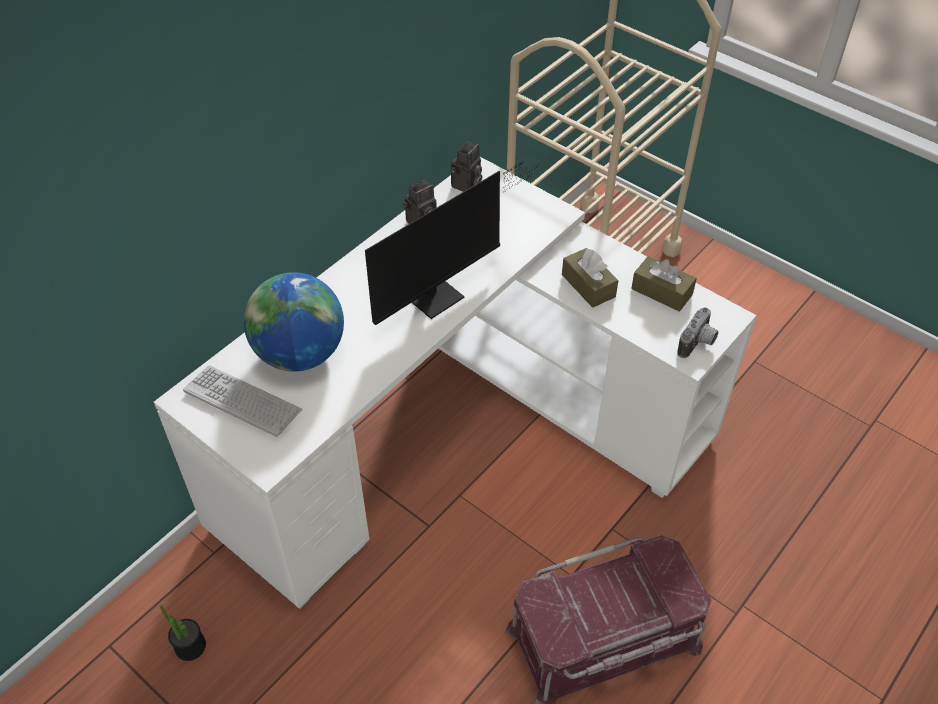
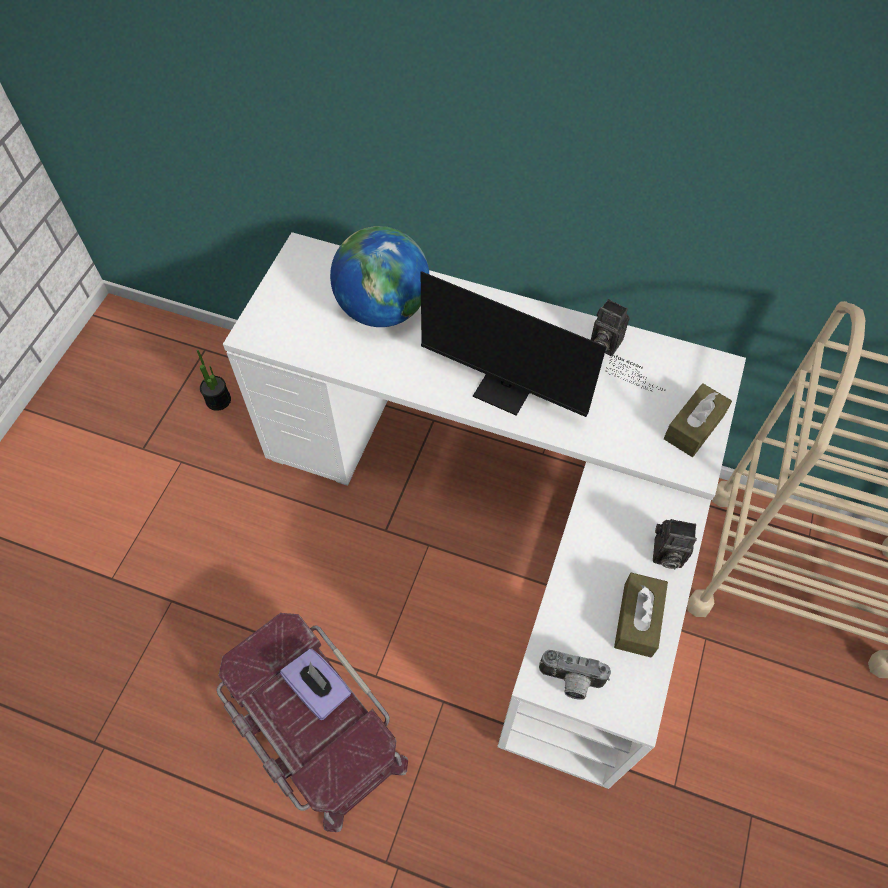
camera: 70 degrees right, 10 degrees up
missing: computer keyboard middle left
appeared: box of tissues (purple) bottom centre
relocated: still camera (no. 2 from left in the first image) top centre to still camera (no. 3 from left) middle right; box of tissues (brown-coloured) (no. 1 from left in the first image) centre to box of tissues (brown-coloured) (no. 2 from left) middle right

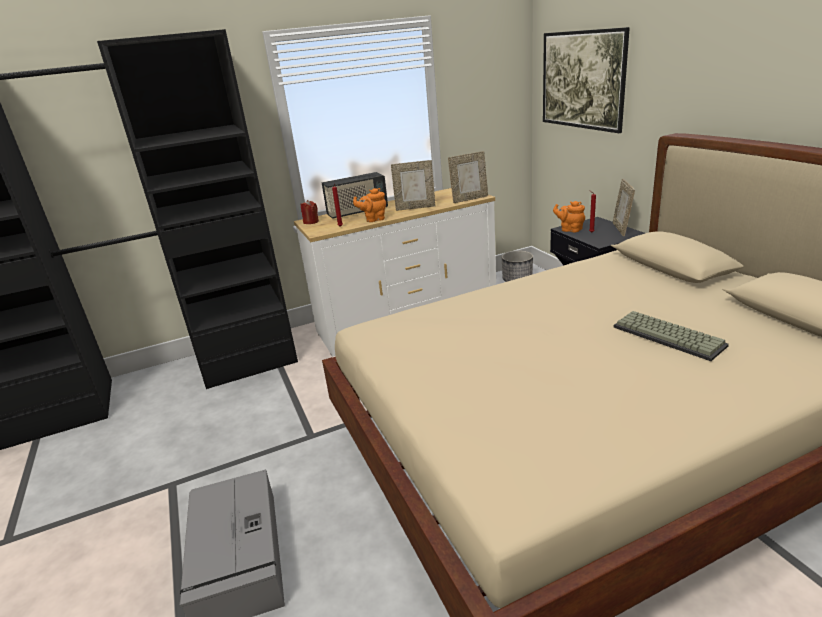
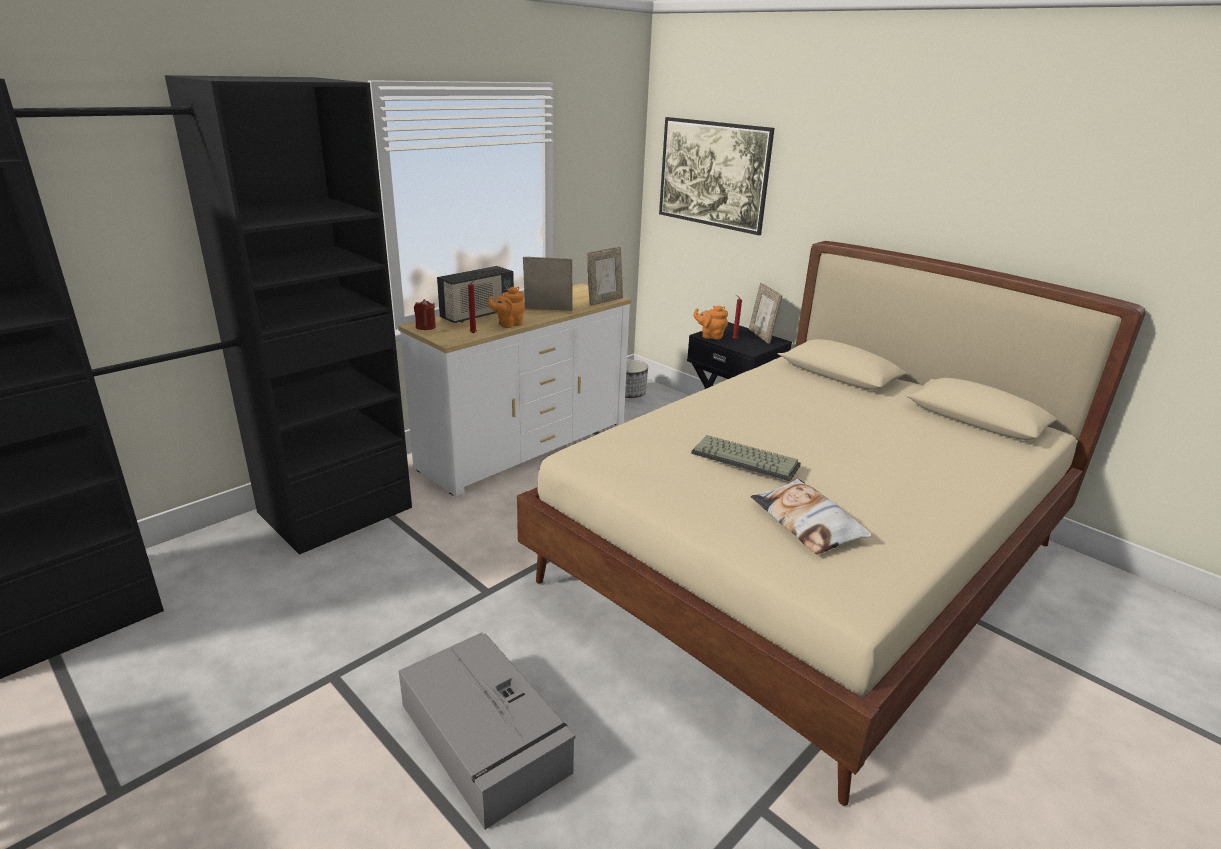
camera: 25 degrees left, 0 degrees up
appeared: pillow centre
relocated: computer keyboard middle right to centre
spun: picture frame (no. 1 from left) top centre = centre 150 degrees counterclockwise

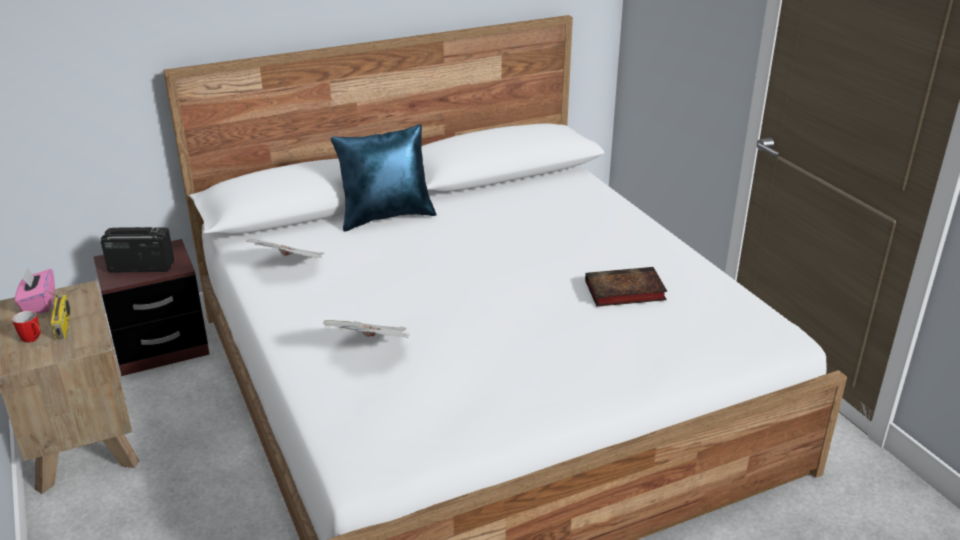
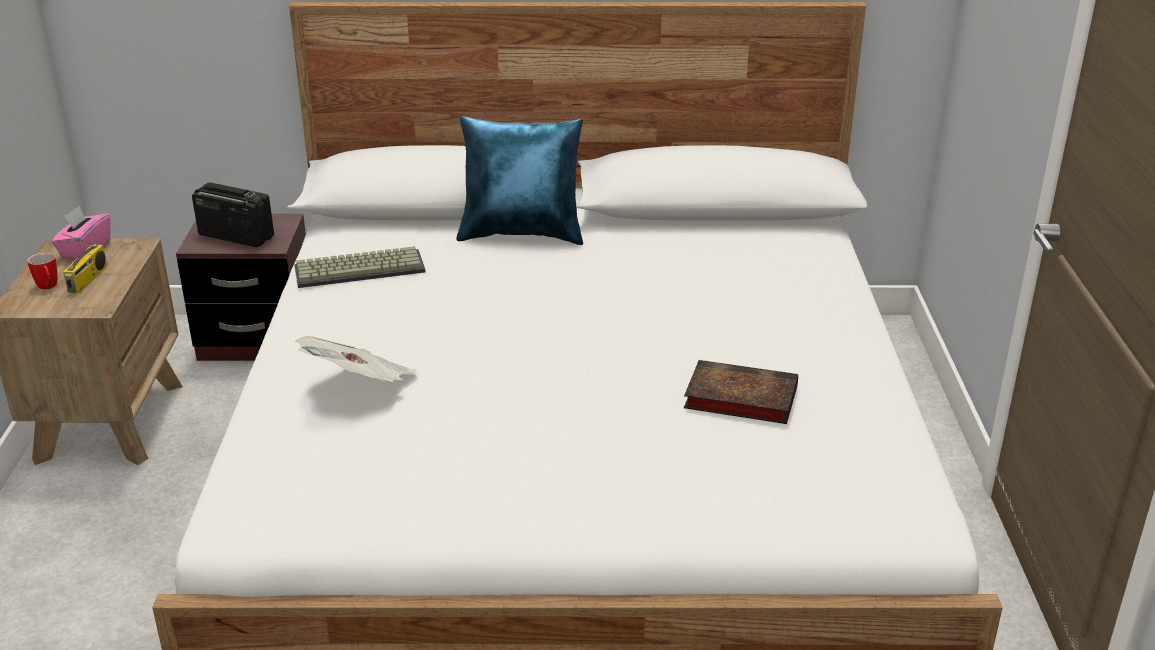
camera: 25 degrees right, 0 degrees up
exchanged: daily paper (no. 1 from left) middle left to computer keyboard middle left

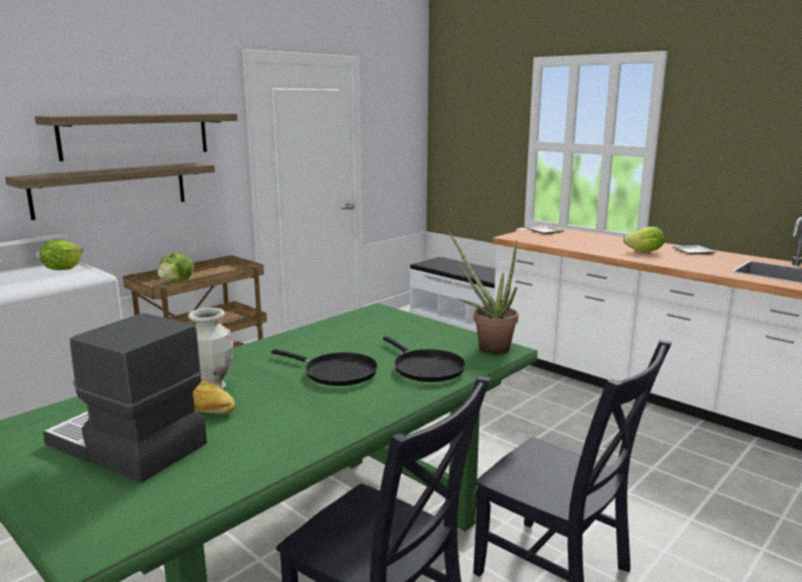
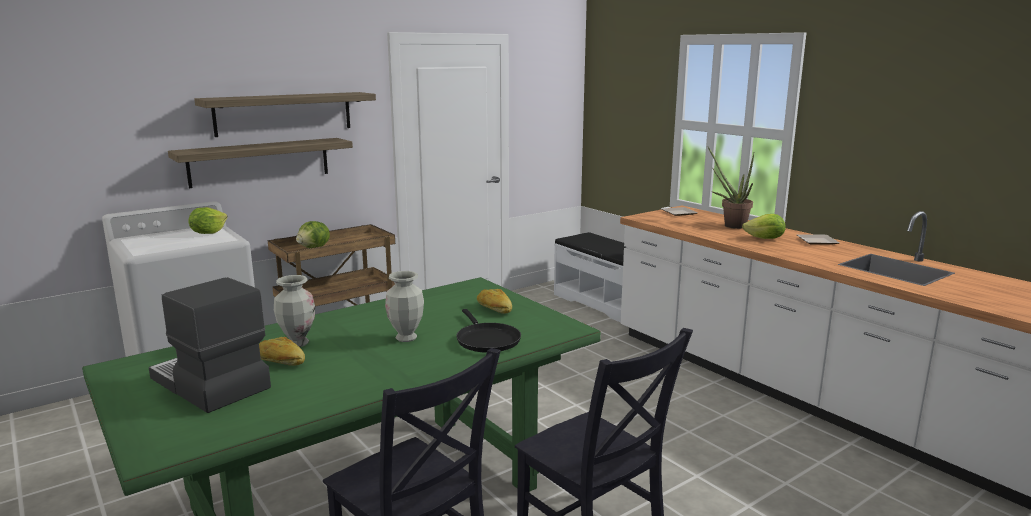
camera: 10 degrees right, 0 degrees up
appeared: bread (no. 2 from left) centre
relocated: plant in a pot centre to middle right
exchanged: pan (blackish) (no. 1 from left) centre to flower vase (no. 2 from left) centre

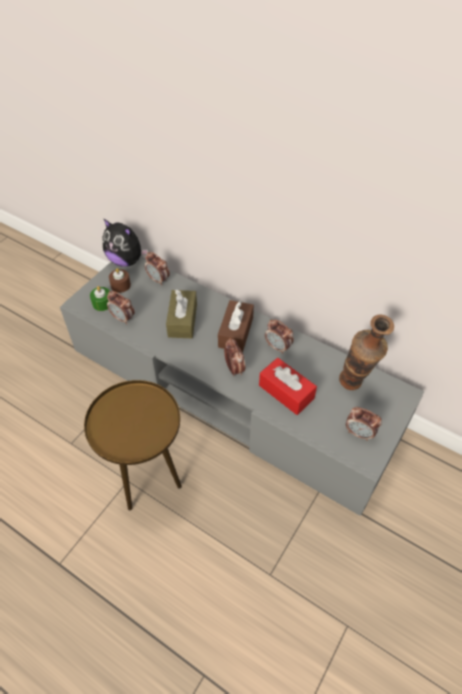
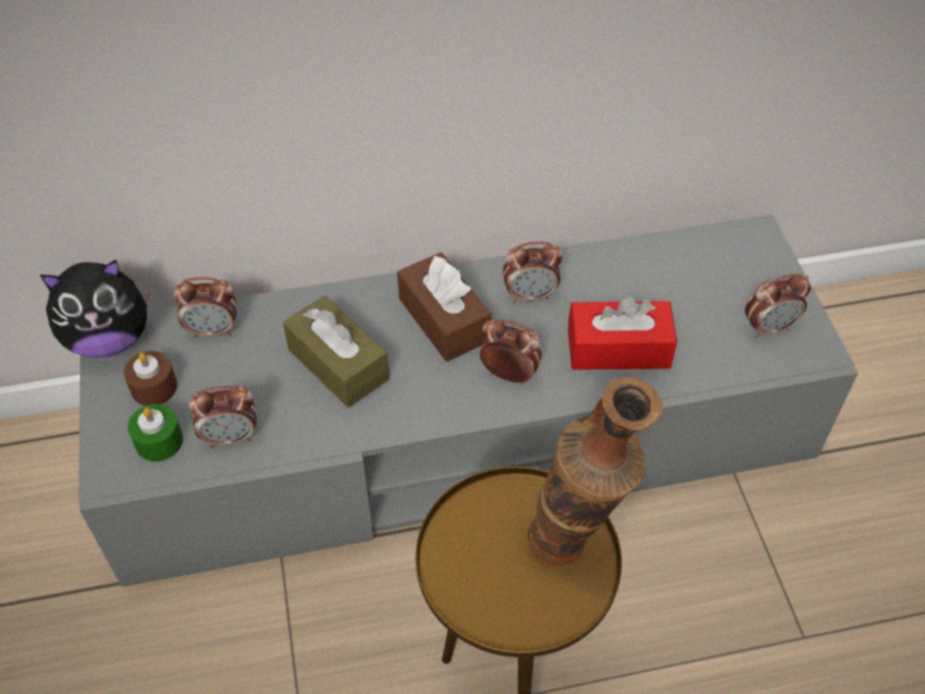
camera: 45 degrees left, 0 degrees up
relocated: flower vase middle right to bottom centre

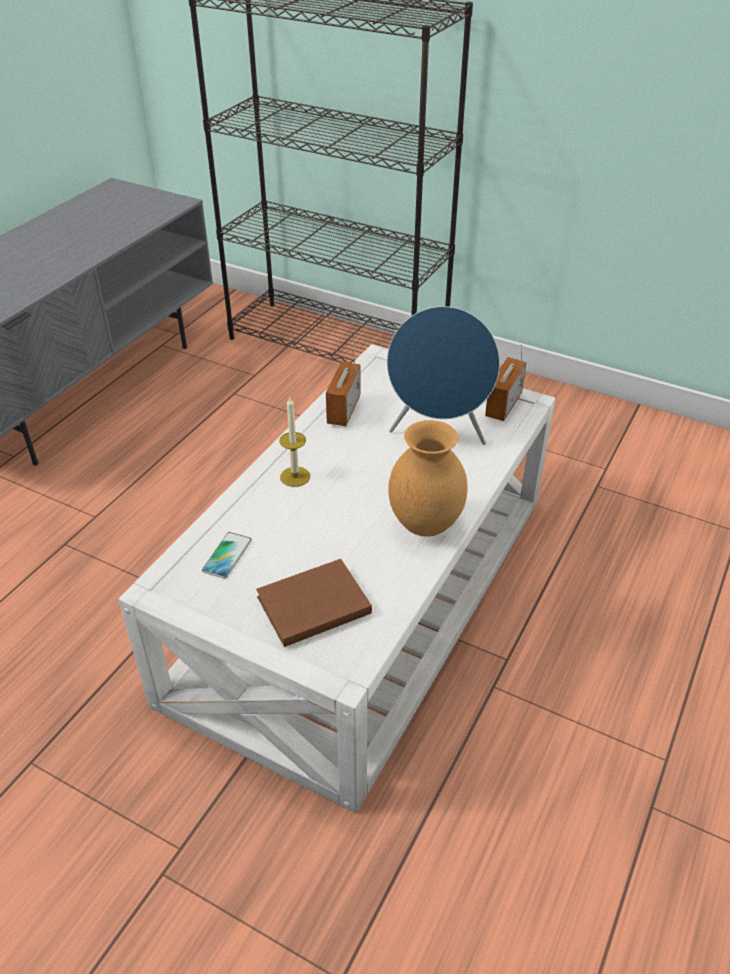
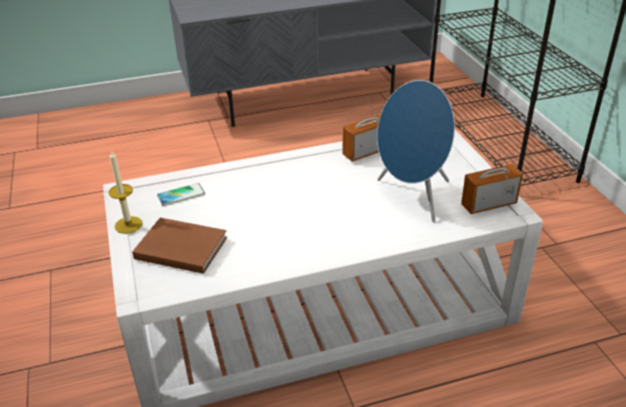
camera: 45 degrees right, 5 degrees down
missing: flower vase (brown-coloured) centre
relocated: wax candle centre to middle left

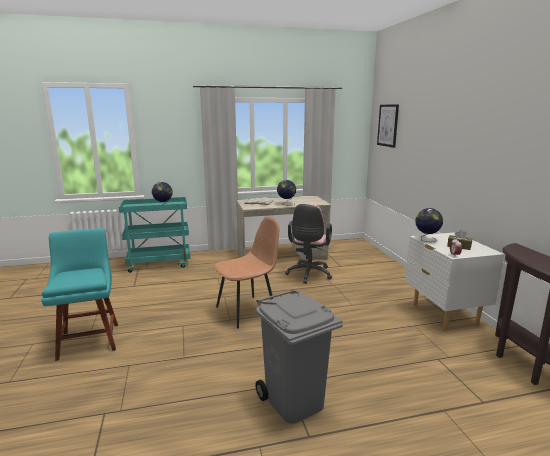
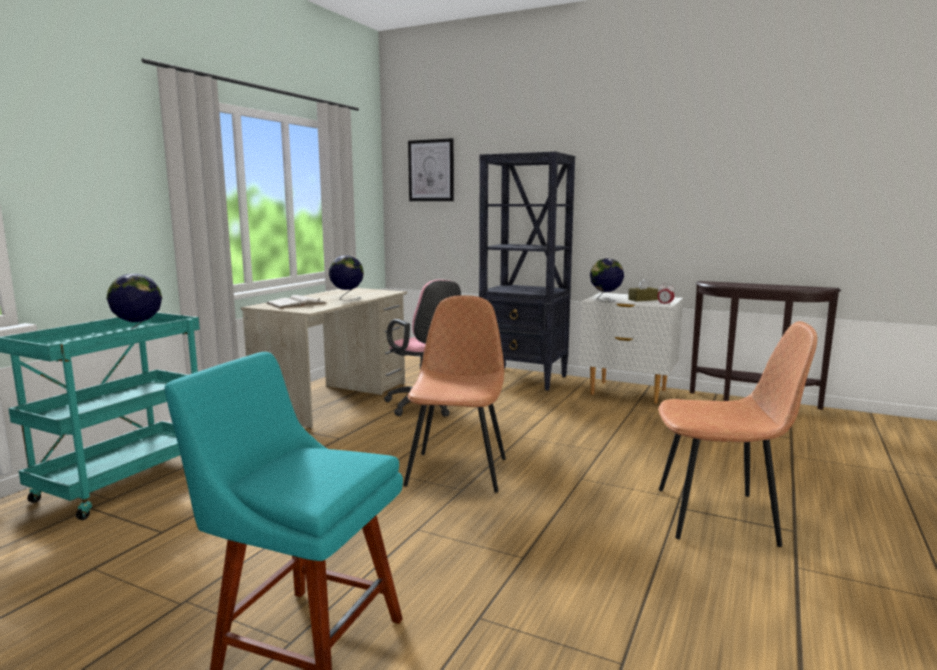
camera: 50 degrees left, 5 degrees down
appeared: bookcase (blackish) centre
exchanged: waste bin (grey) bottom centre to chair (brown-coloured) (no. 2 from left) middle right

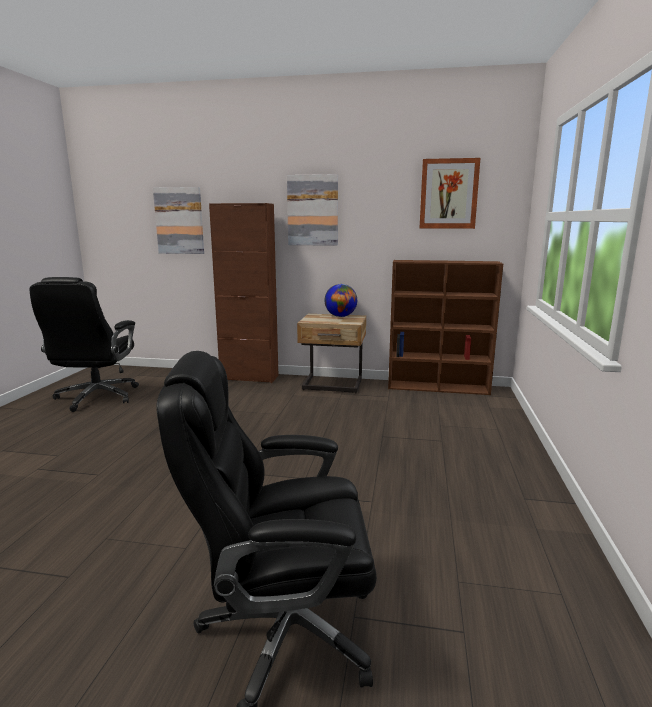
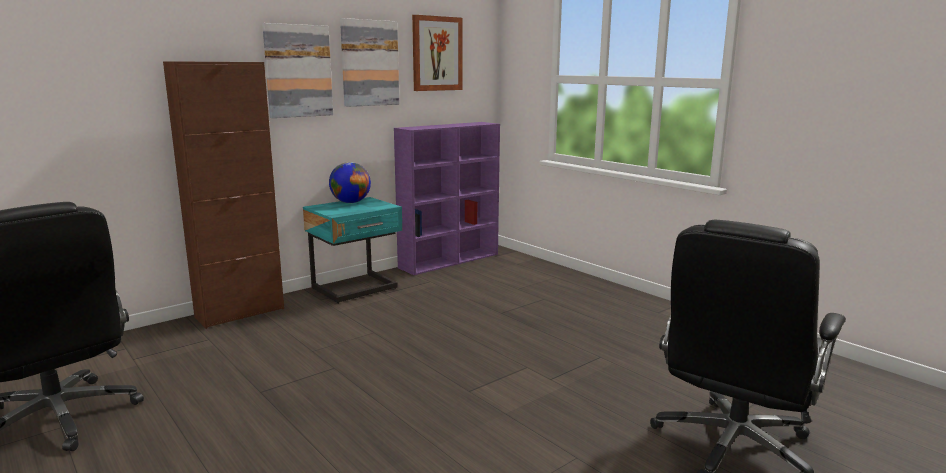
camera: 50 degrees left, 0 degrees up
relocated: wall art (no. 1 from left in the first image) top left to wall art (no. 2 from left) top centre
colour: bedside table (beige-coloured) centre to bedside table (blue-green) centre; bookcase (brown-coloured) middle right to bookcase (purple) centre

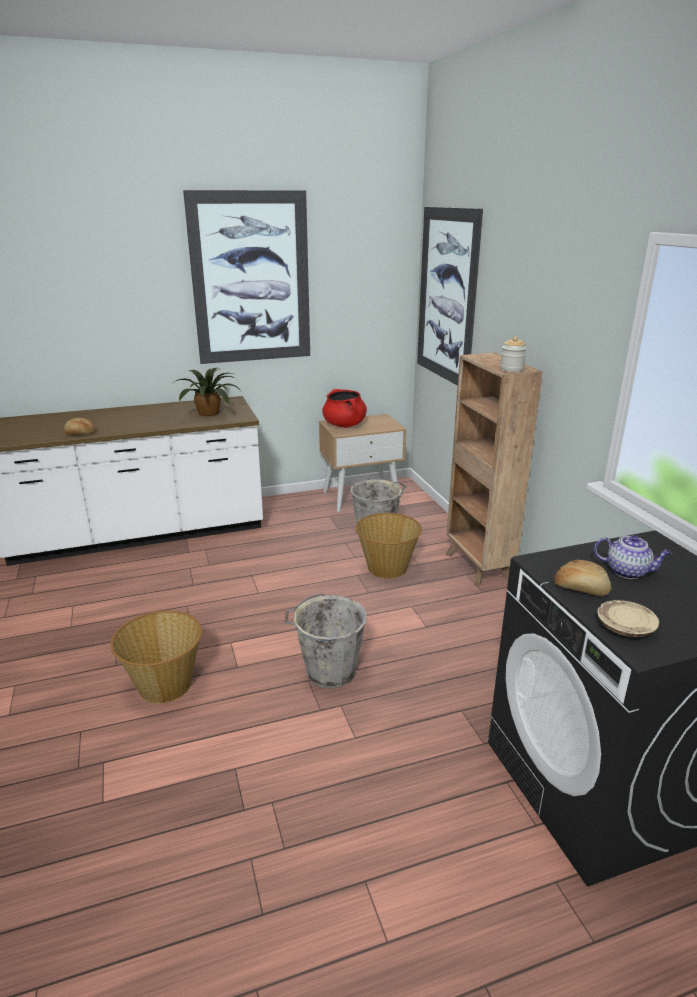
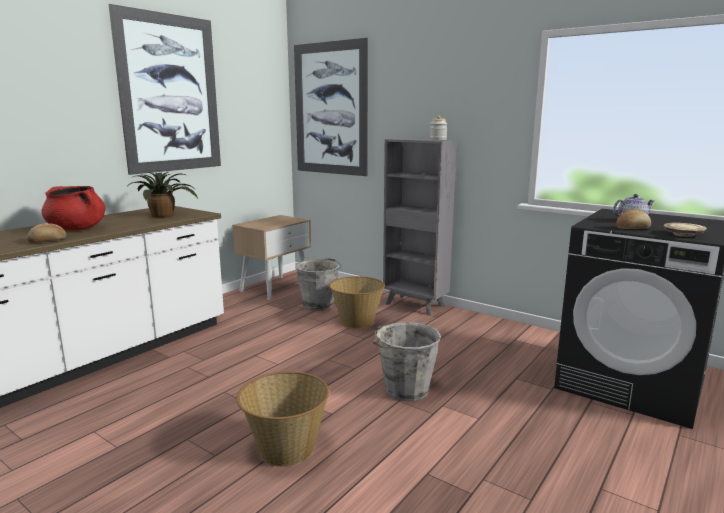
camera: 35 degrees left, 10 degrees down
relocated: stockpot (reddish) centre to middle left
colour: bookcase (brown-coloured) middle right to bookcase (grey) centre

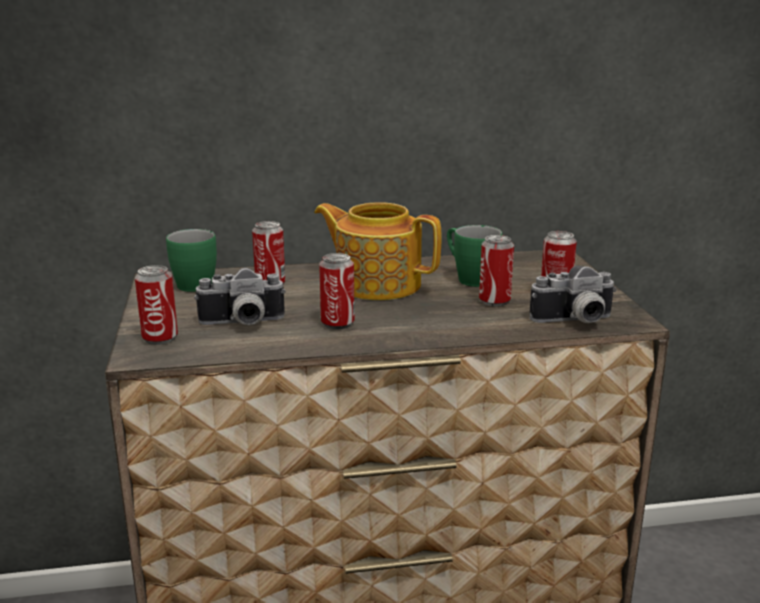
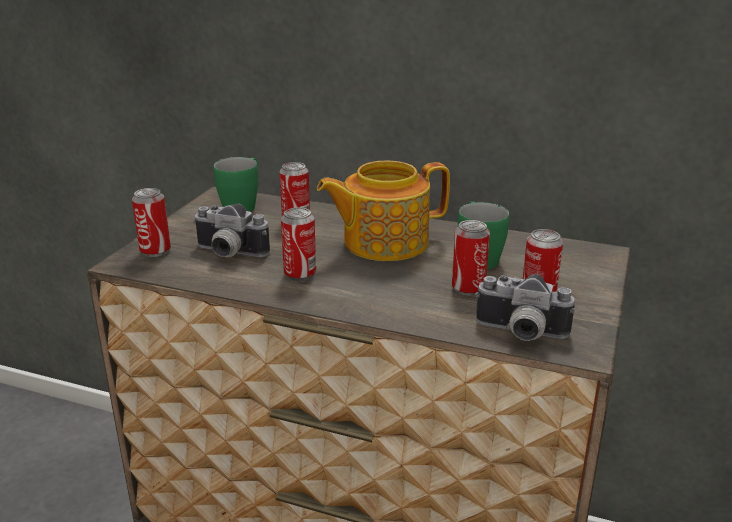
camera: 30 degrees right, 5 degrees up
spun: pot for tea centre = centre 75 degrees counterclockwise

